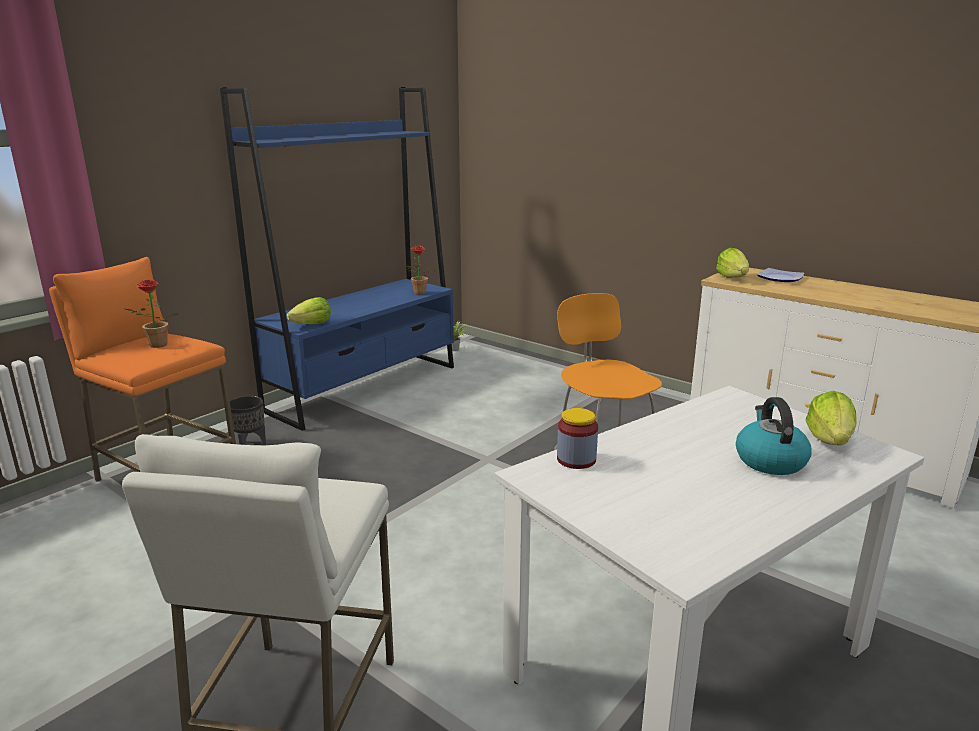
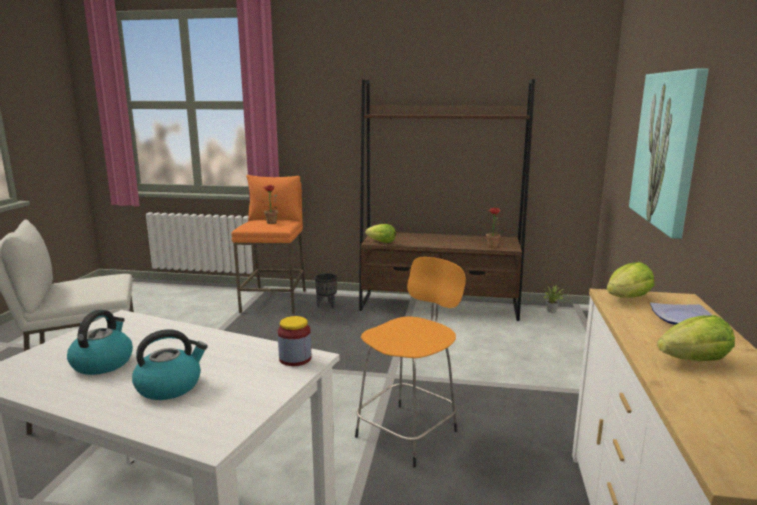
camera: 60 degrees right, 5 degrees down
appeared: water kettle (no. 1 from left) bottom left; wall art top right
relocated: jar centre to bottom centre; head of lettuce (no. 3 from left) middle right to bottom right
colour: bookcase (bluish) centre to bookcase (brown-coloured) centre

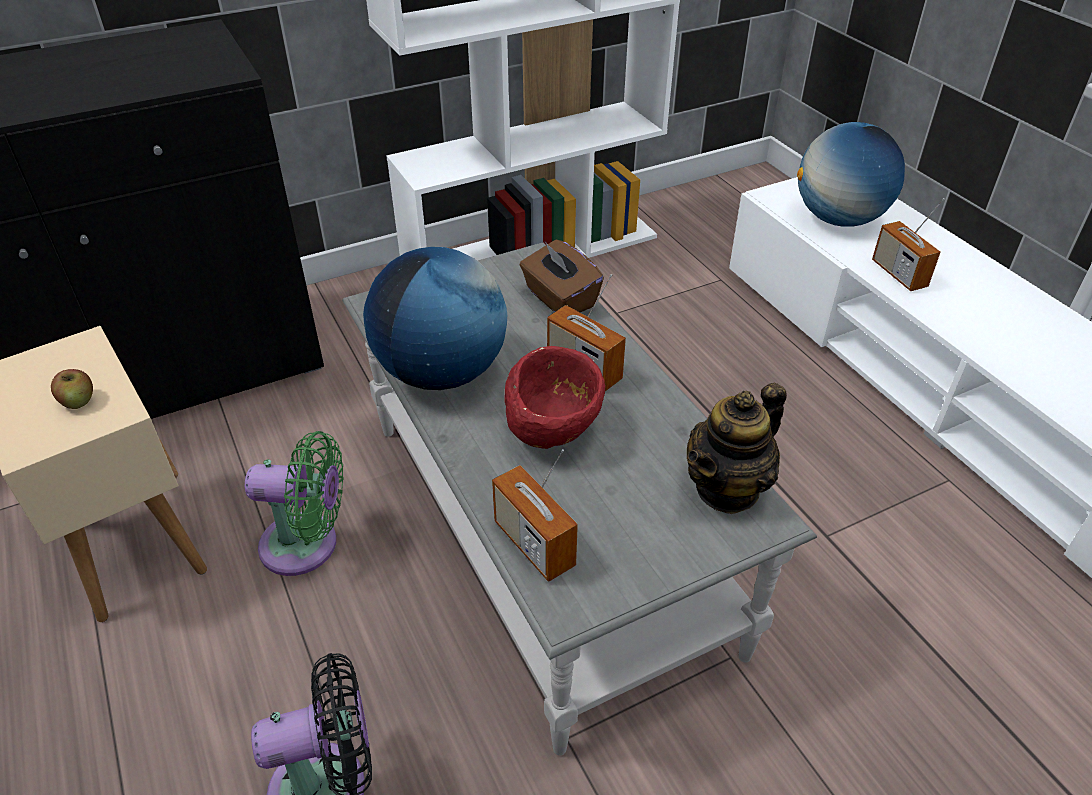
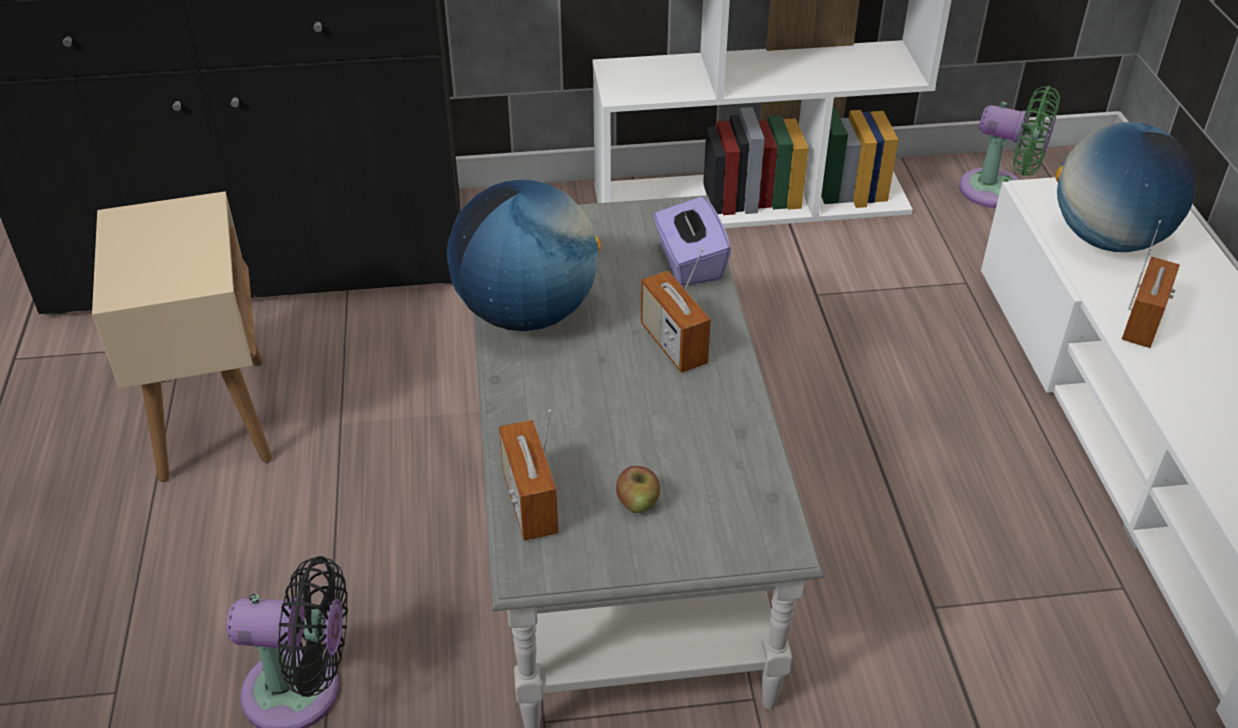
camera: 20 degrees right, 0 degrees up
missing: bowl (reddish) centre; pot for tea middle right
relocated: whole apple middle left to bottom centre; electric fan (green) middle left to top right
colour: box of tissues (brown-coloured) centre to box of tissues (purple) top centre
spun: radio receiver (no. 3 from left) top right = middle right 150 degrees counterclockwise

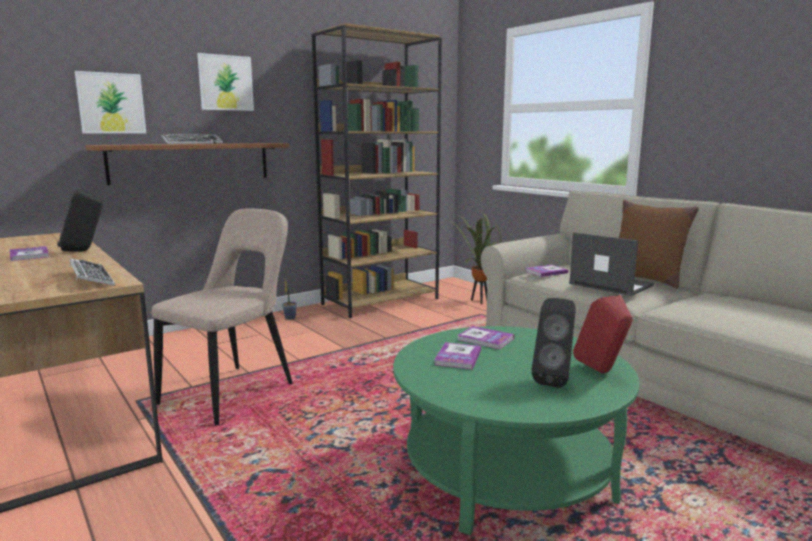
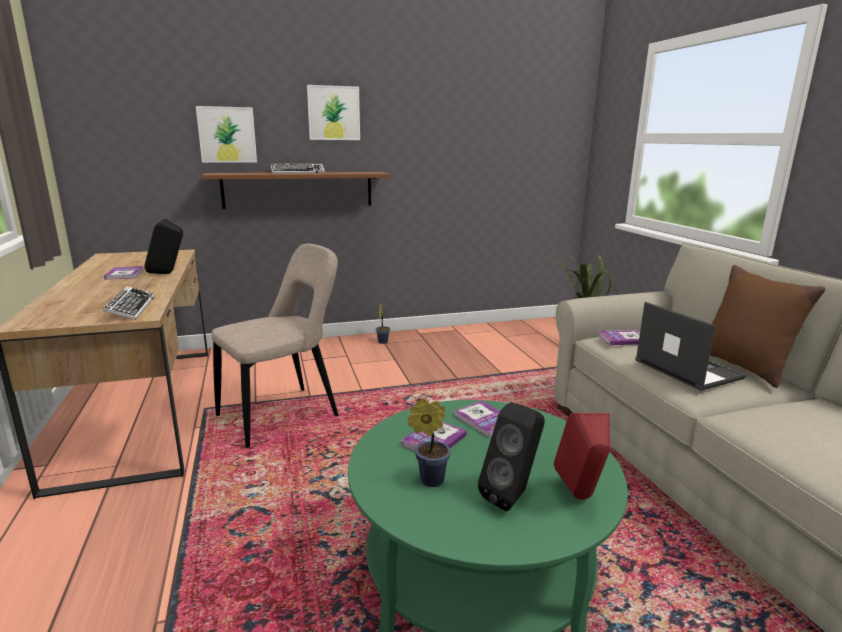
camera: 20 degrees right, 5 degrees up
missing: bookcase (brown-coloured) top centre
appeared: plant in a pot (no. 2 from left) bottom centre

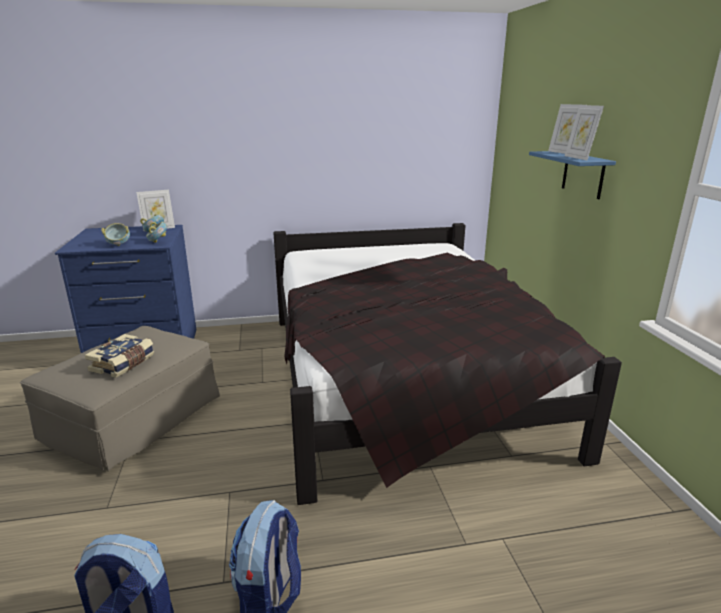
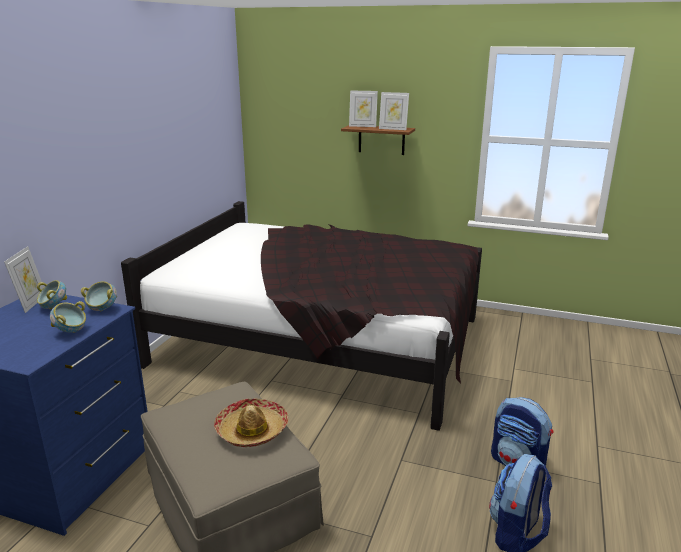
camera: 60 degrees left, 0 degrees up
exchanged: volume middle left to hat bottom centre
colour: shelf (bluish) top right to shelf (brown-coloured) top centre

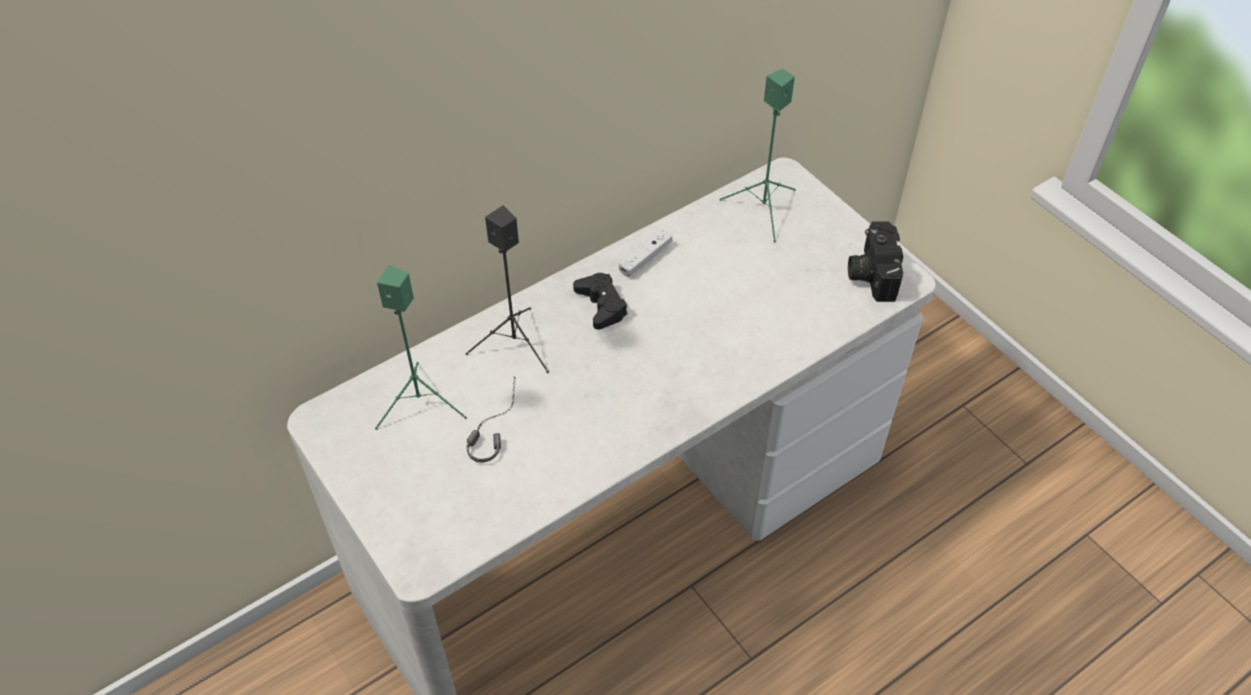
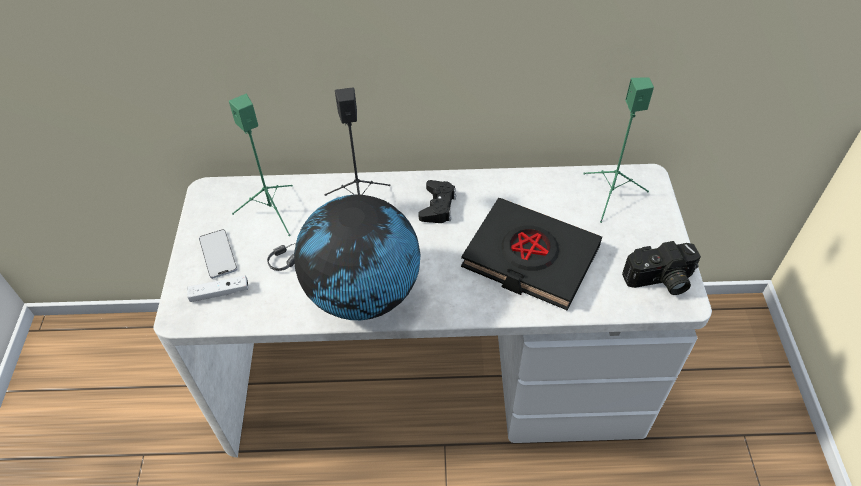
camera: 35 degrees right, 0 degrees up
appeared: handset middle left; globe centre; volume (blackish) centre
relocated: gamepad (white) centre to middle left
spun: still camera middle right = middle right 135 degrees counterclockwise

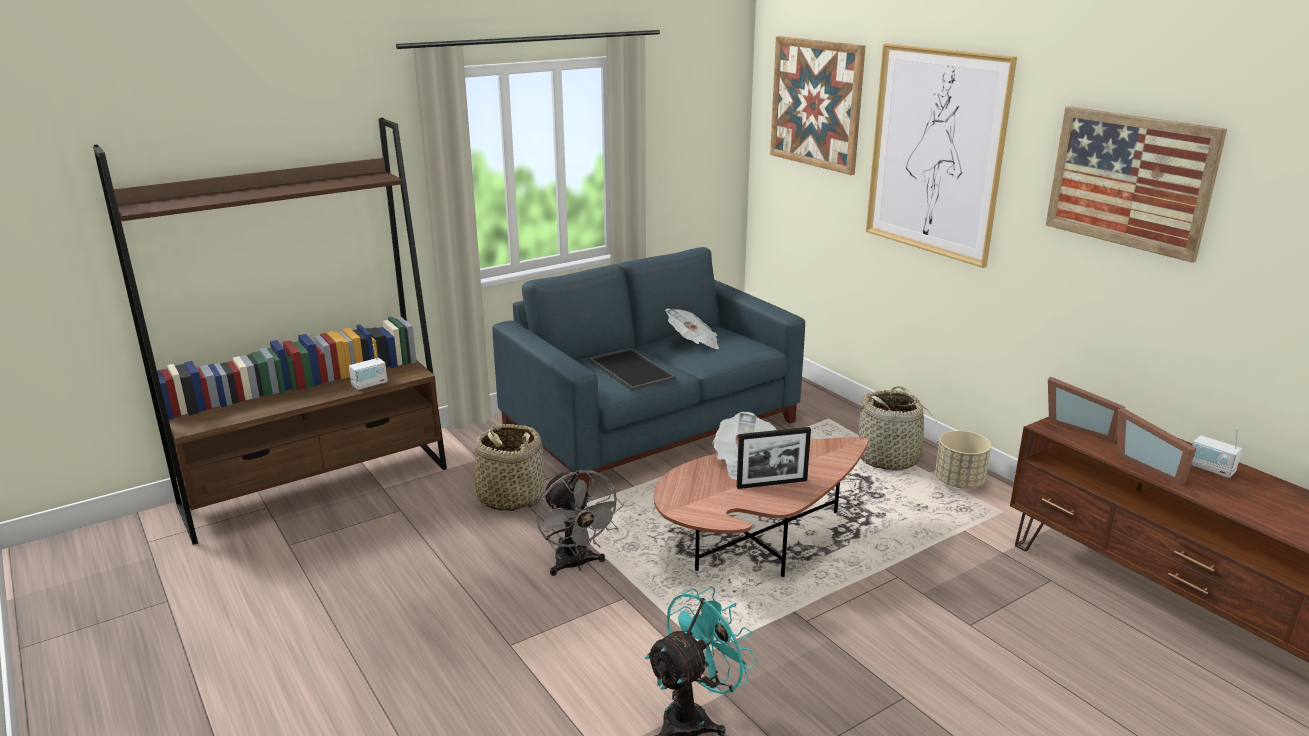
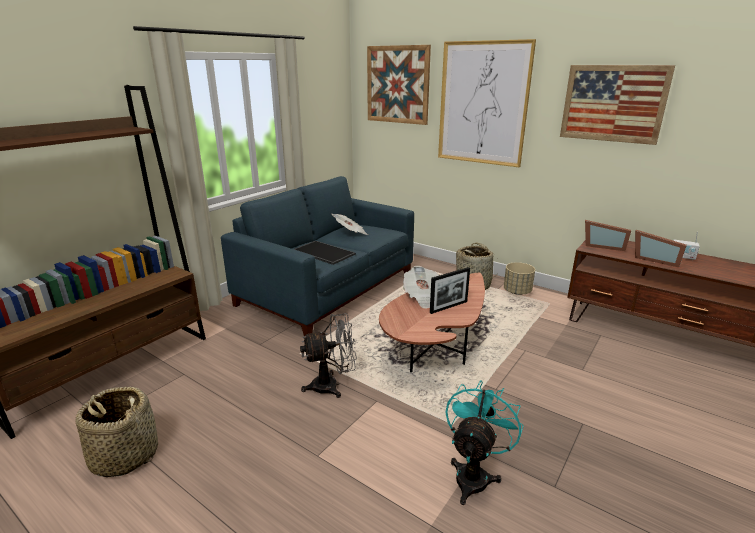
camera: 20 degrees left, 0 degrees up
missing: radio receiver (no. 1 from left) middle left
relocated: household basket (no. 1 from left) centre to bottom left
spun: electric fan (grey) bottom centre = centre 60 degrees counterclockwise

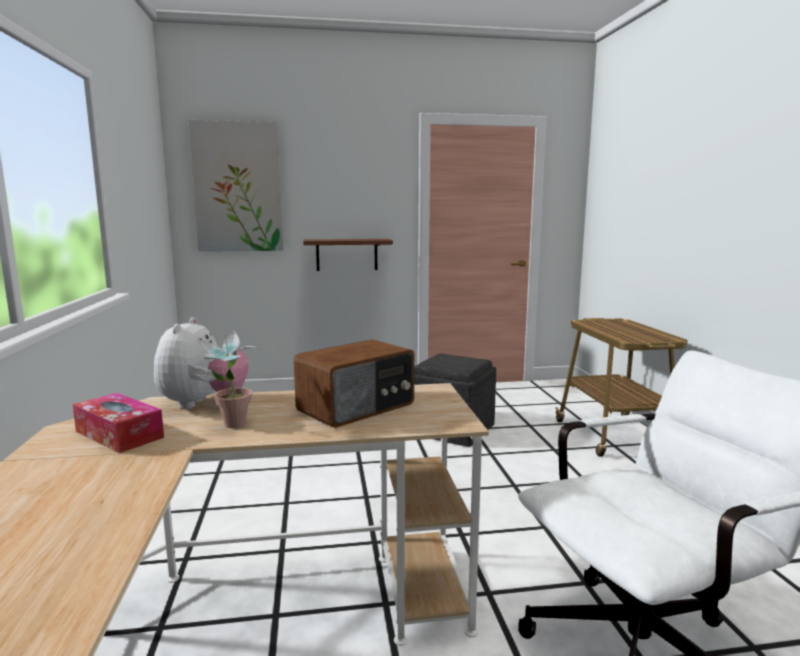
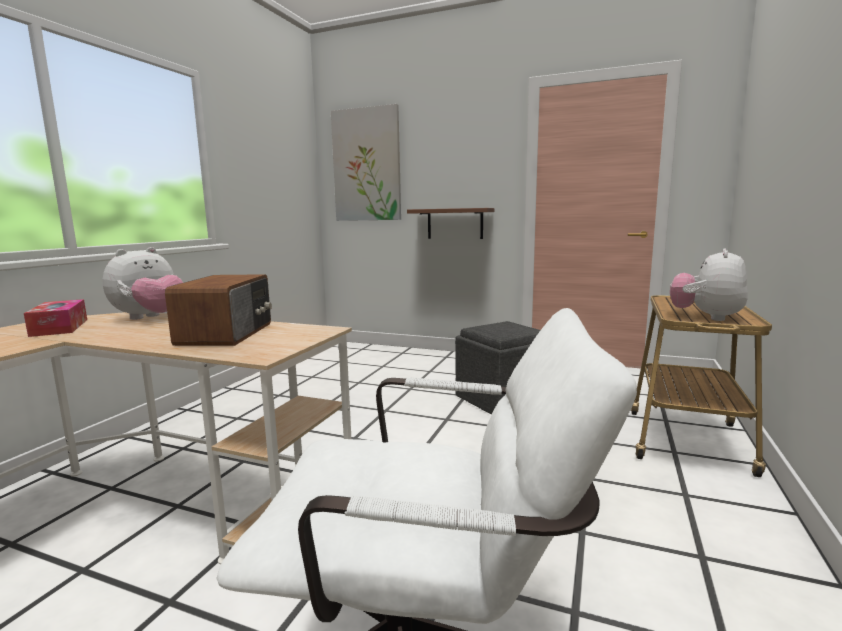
camera: 30 degrees right, 0 degrees up
missing: plant in a pot middle left
appeared: cuddly toy (no. 2 from left) middle right
spun: radio receiver centre = middle left 75 degrees counterclockwise

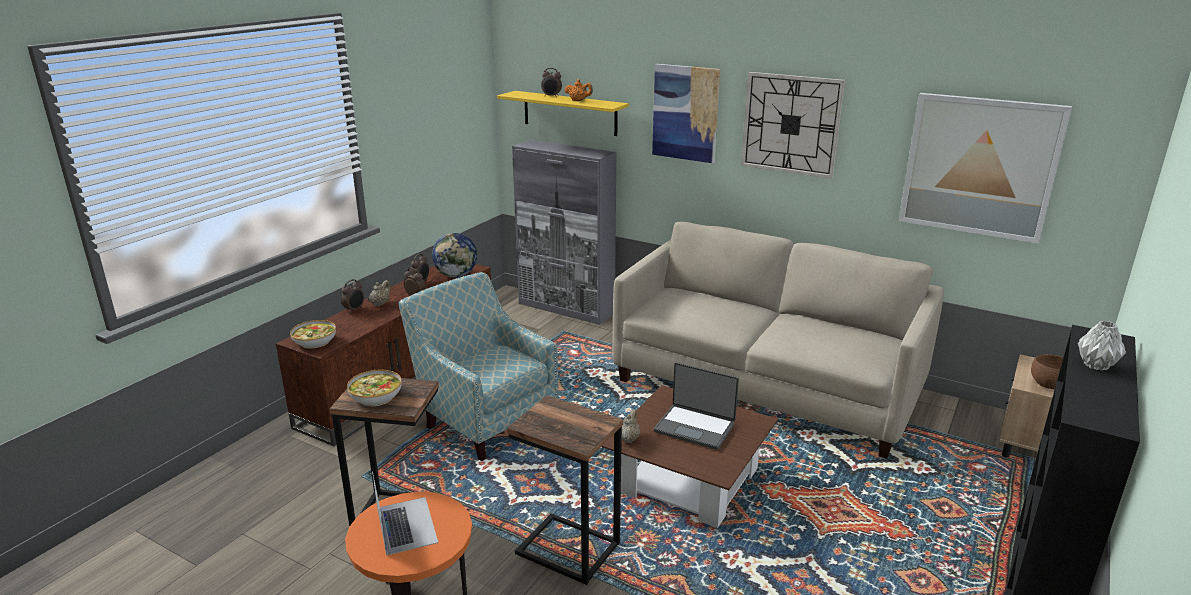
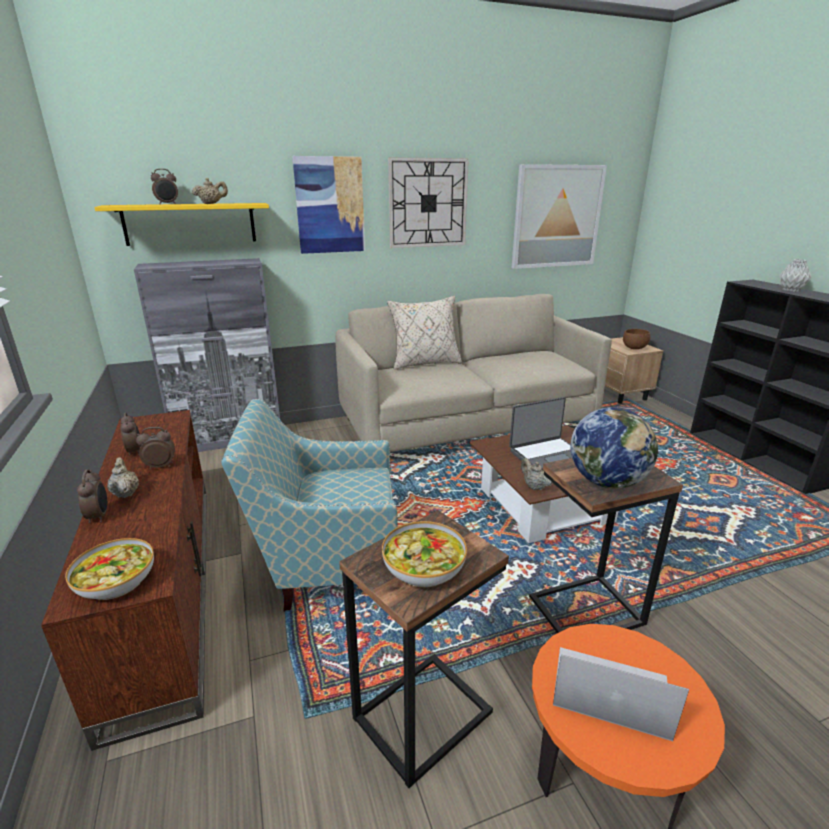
camera: 50 degrees left, 0 degrees up
appeared: pillow (beige-coloured) centre
relocated: globe centre to middle right
colour: pot for tea (orange) top centre to pot for tea (beige-coloured) (no. 2 from left) top left

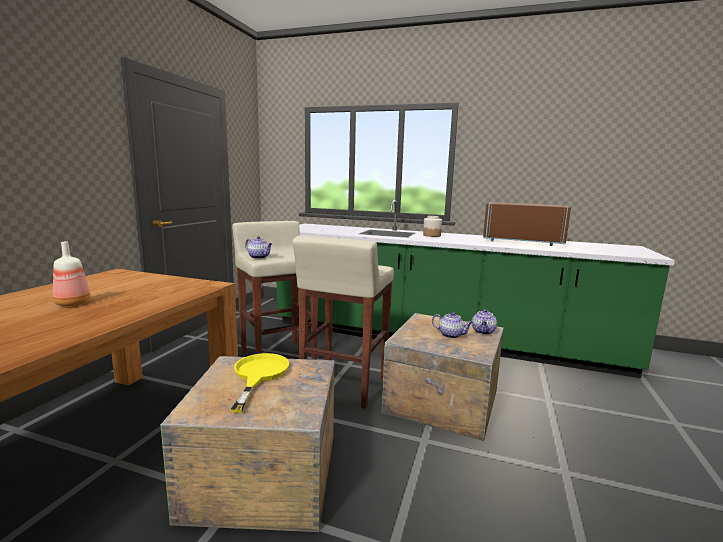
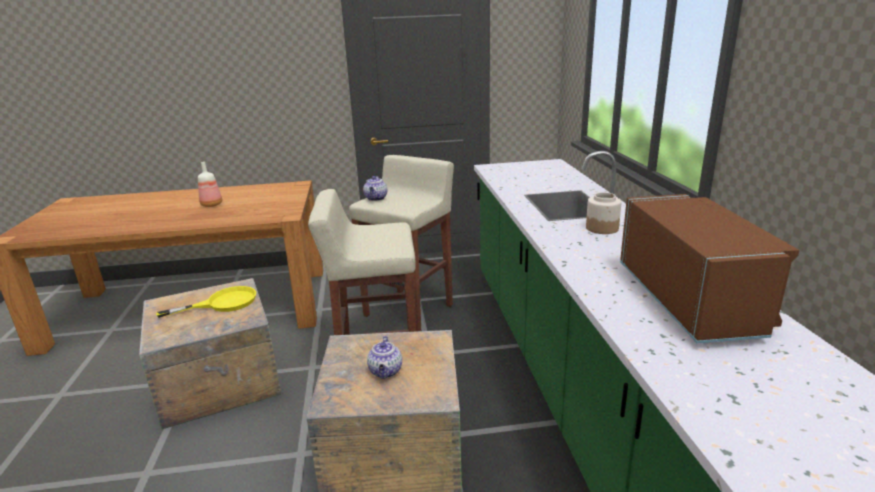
camera: 65 degrees right, 10 degrees up
missing: pot for tea (no. 3 from left) middle right

